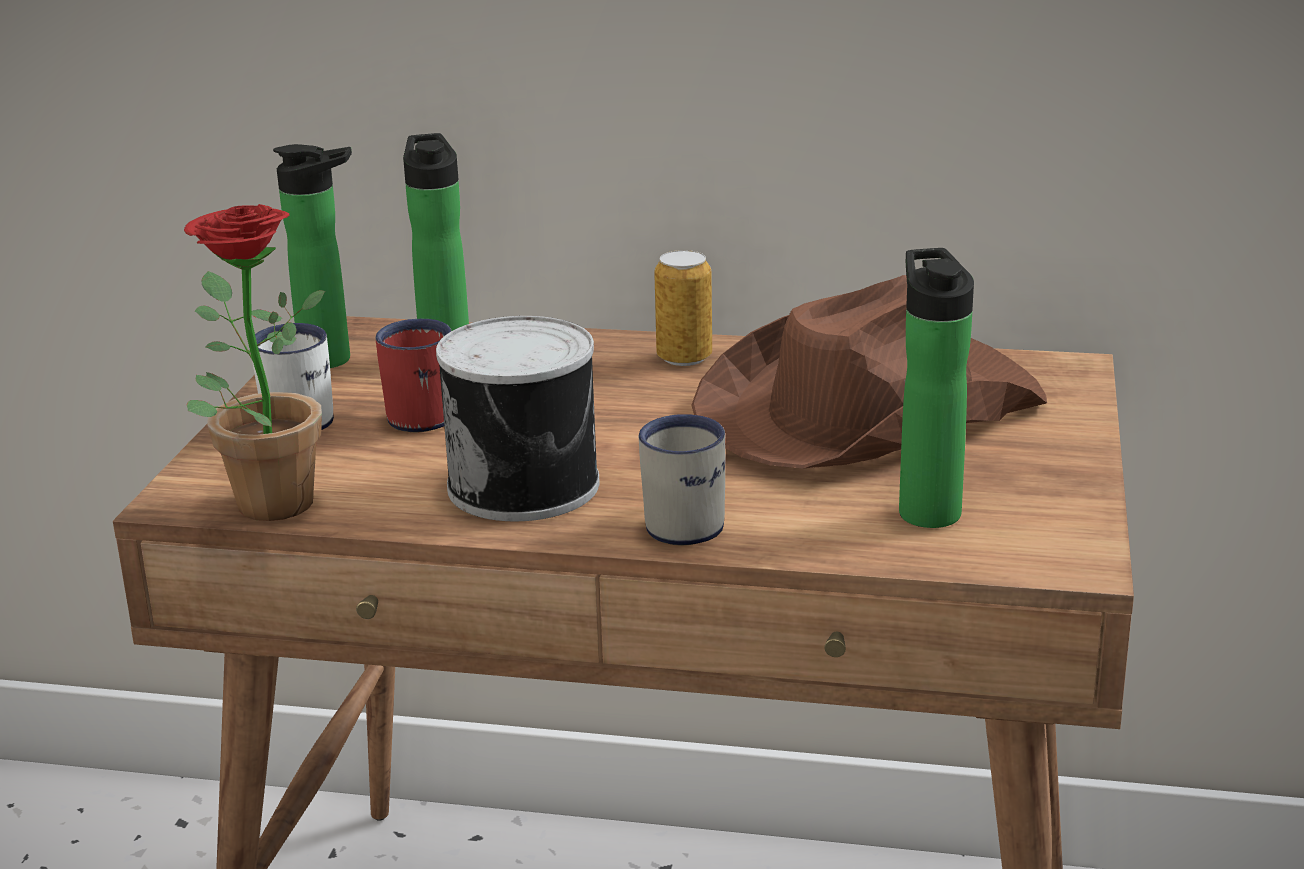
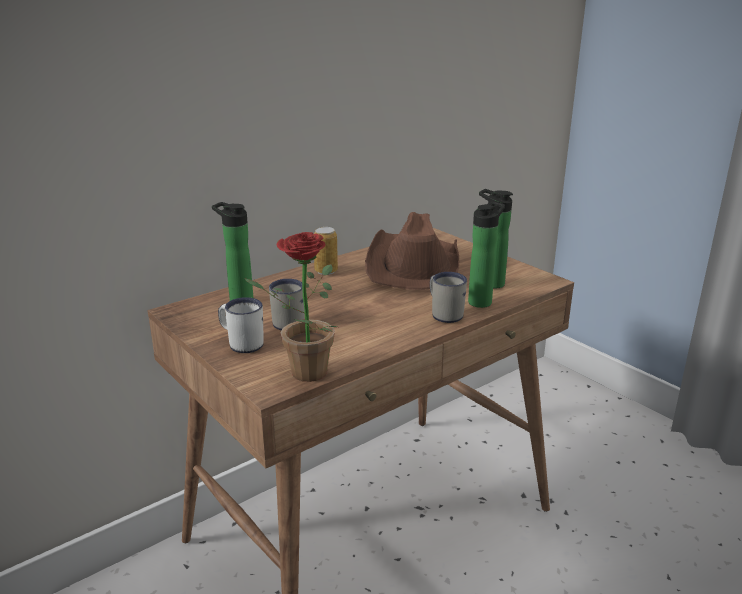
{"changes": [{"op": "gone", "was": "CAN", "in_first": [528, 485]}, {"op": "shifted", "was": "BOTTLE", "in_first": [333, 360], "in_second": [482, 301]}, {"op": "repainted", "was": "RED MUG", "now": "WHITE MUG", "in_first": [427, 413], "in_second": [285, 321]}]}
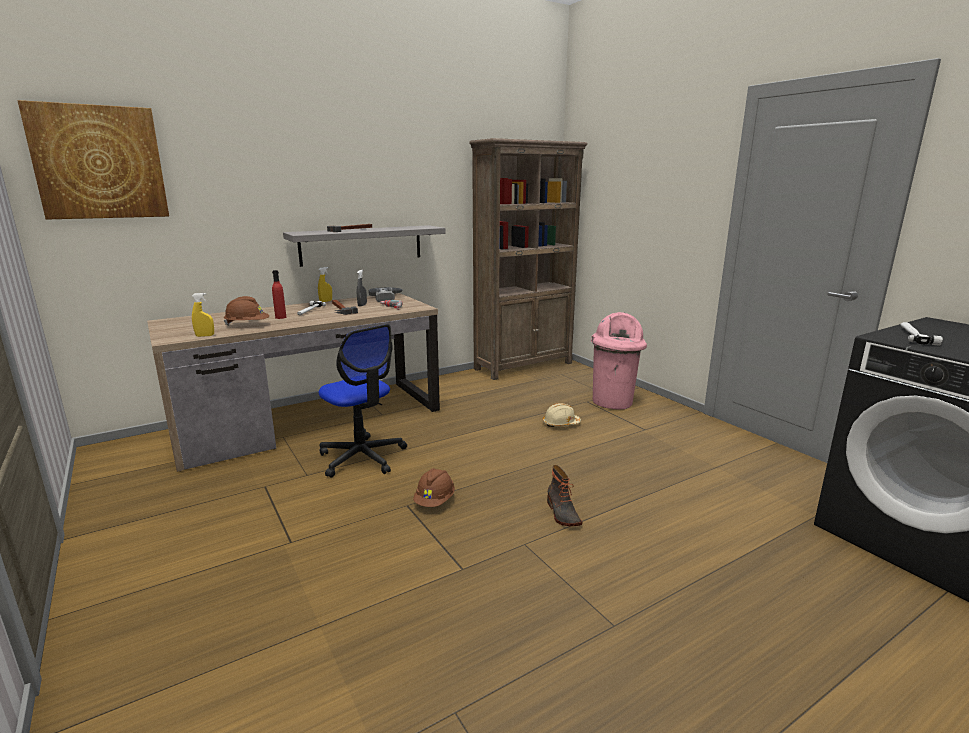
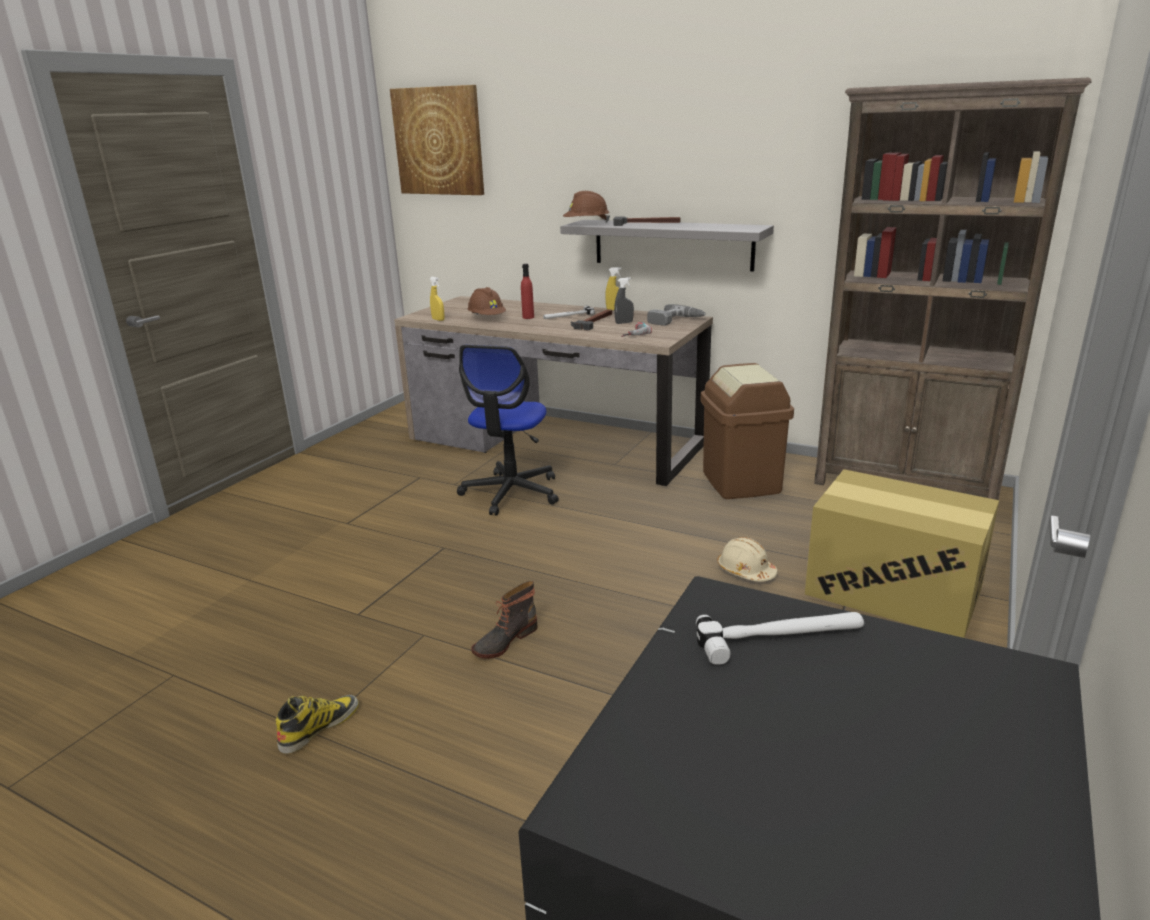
{"changes": [{"op": "new", "now": "BOOT", "in_second": [319, 727]}, {"op": "new", "now": "BROWN TRASH CAN", "in_second": [742, 482]}, {"op": "shifted", "was": "BROWN HARD HAT", "in_first": [435, 501], "in_second": [586, 224]}, {"op": "swapped", "was": "PINK TRASH CAN", "now": "CARDBOARD BOX", "in_first": [613, 402], "in_second": [893, 591]}]}
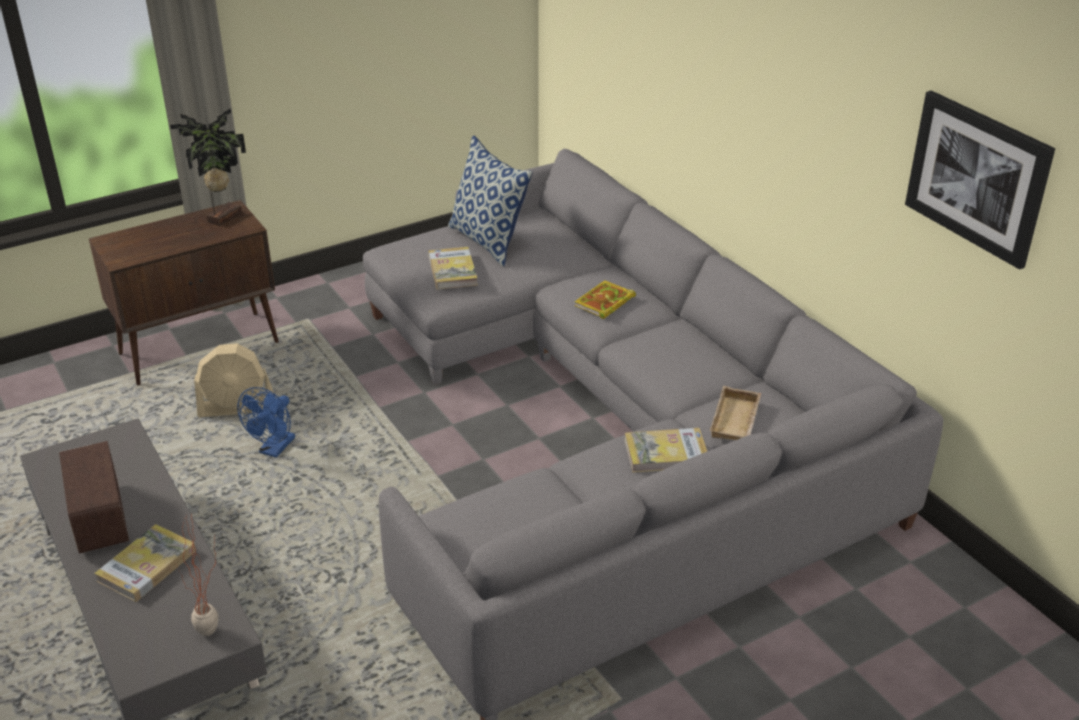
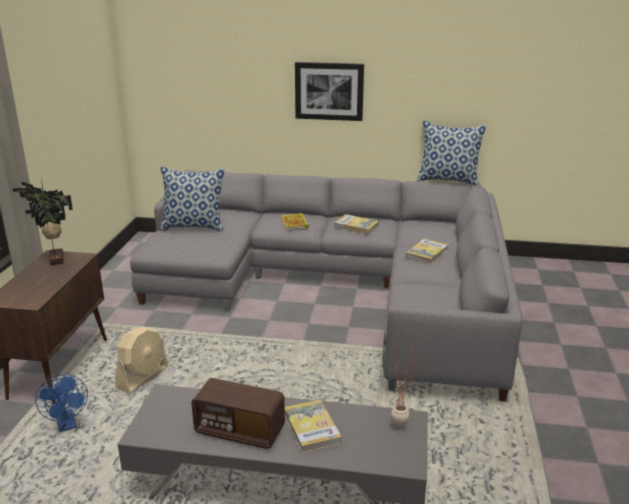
{"changes": [{"op": "gone", "was": "BEIGE TRAY", "in_first": [736, 420]}, {"op": "new", "now": "PILLOW", "in_second": [448, 180]}, {"op": "shifted", "was": "BLUE FAN", "in_first": [274, 449], "in_second": [67, 425]}, {"op": "shifted", "was": "BOOK", "in_first": [452, 271], "in_second": [356, 226]}, {"op": "shifted", "was": "PICTURE", "in_first": [977, 177], "in_second": [329, 91]}]}
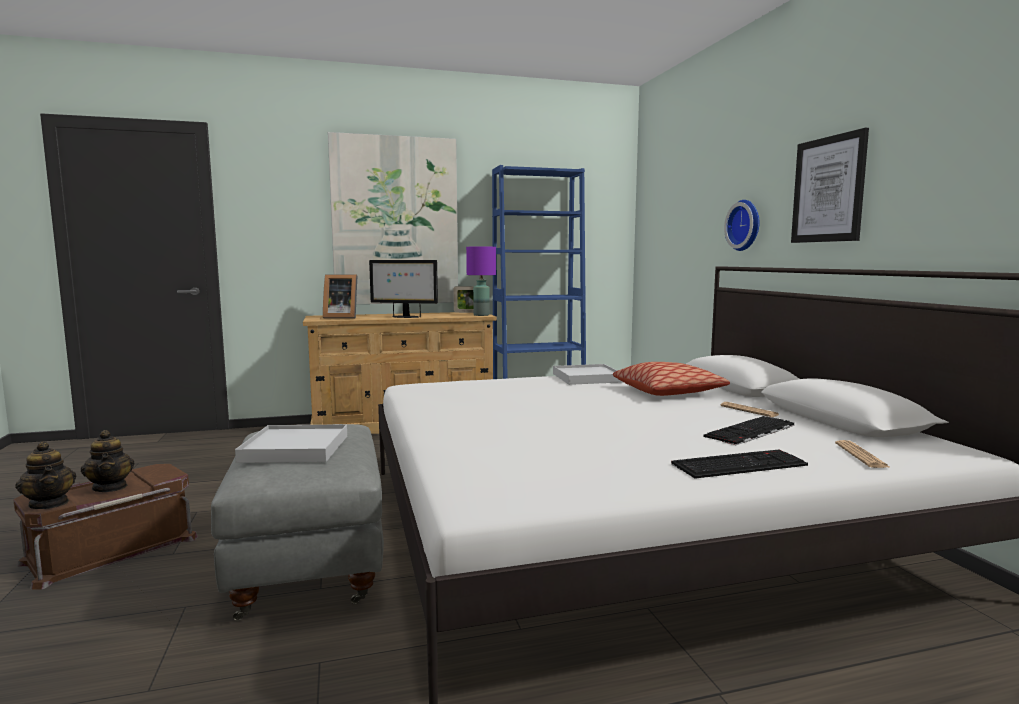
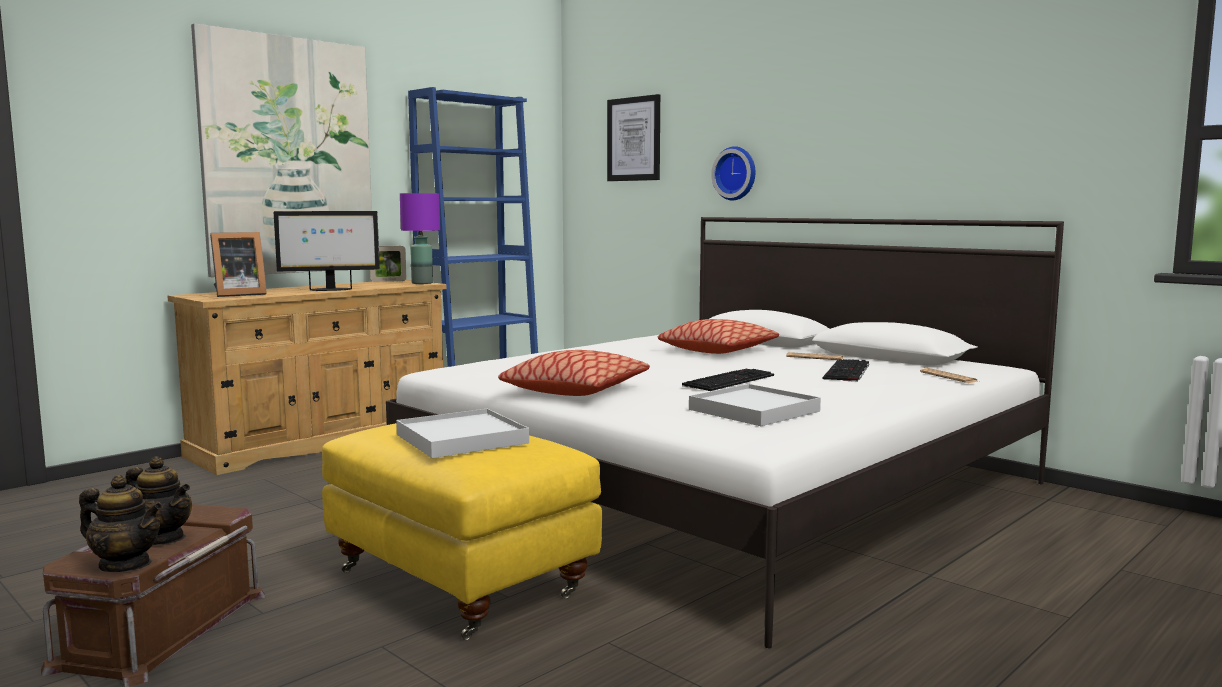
{"changes": [{"op": "new", "now": "PILLOW", "in_second": [575, 390]}, {"op": "shifted", "was": "WHITE TRAY", "in_first": [586, 378], "in_second": [753, 410]}, {"op": "shifted", "was": "KEYBOARD", "in_first": [739, 464], "in_second": [728, 380]}, {"op": "shifted", "was": "PICTURE", "in_first": [828, 189], "in_second": [634, 139]}, {"op": "repainted", "was": "GREY OTTOMAN", "now": "YELLOW OTTOMAN", "in_first": [311, 564], "in_second": [461, 582]}]}
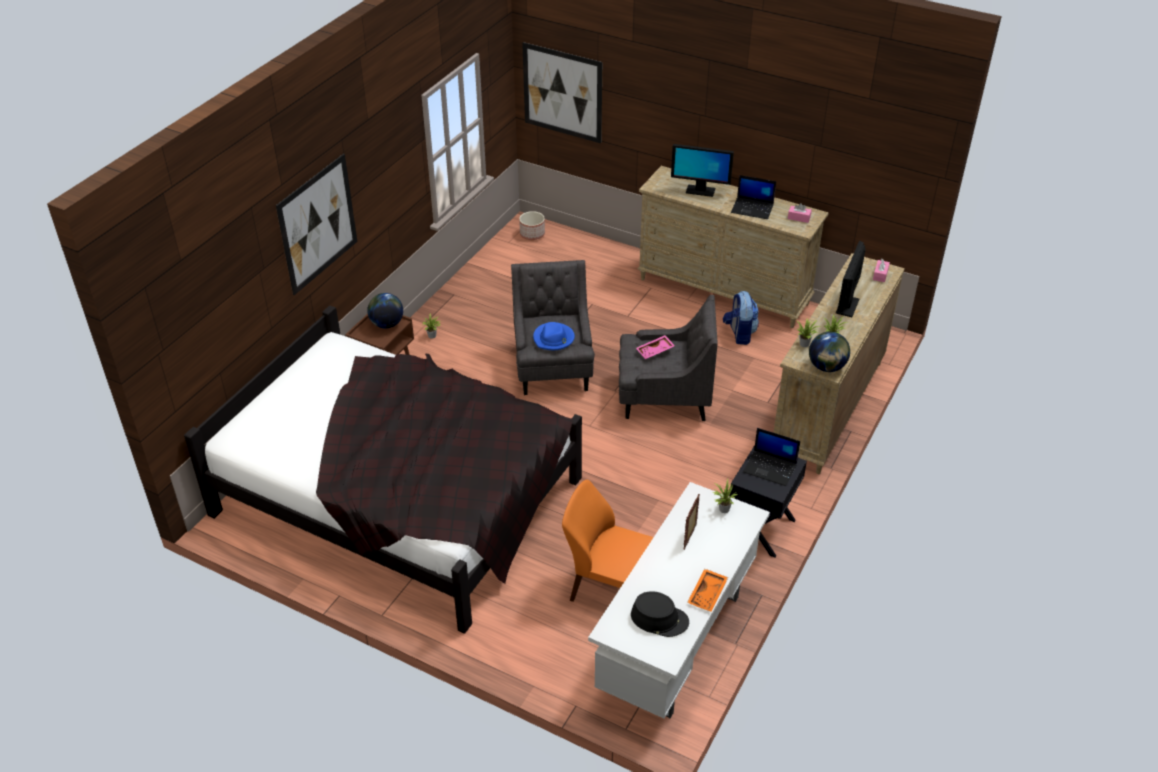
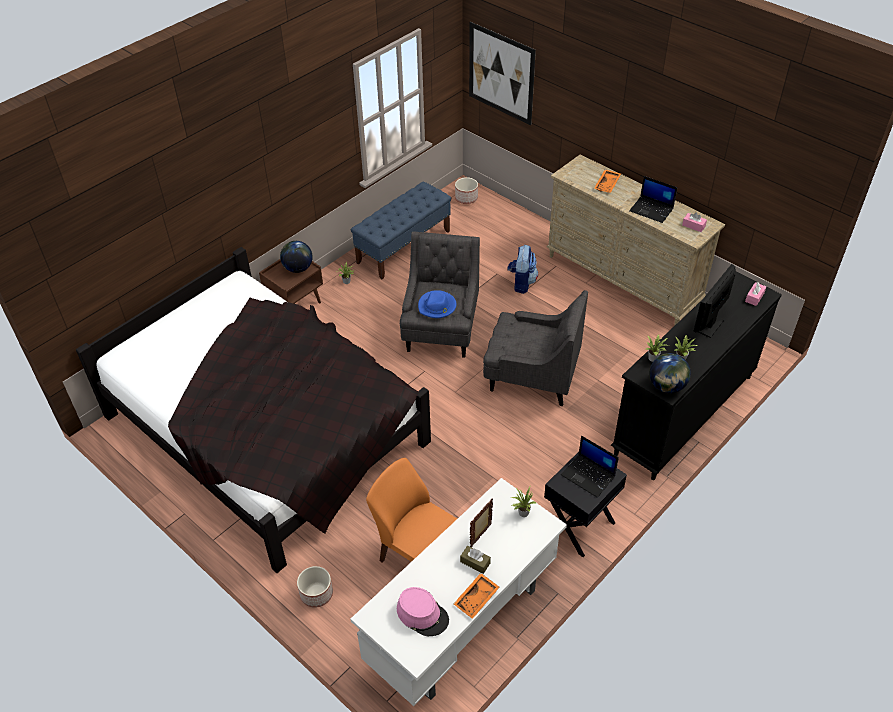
{"changes": [{"op": "gone", "was": "PICTURE", "in_first": [318, 224]}, {"op": "gone", "was": "PINK TRAY", "in_first": [655, 351]}, {"op": "new", "now": "PLANTER", "in_second": [316, 594]}, {"op": "new", "now": "BLUE BENCH", "in_second": [404, 246]}, {"op": "new", "now": "BROWN TISSUE BOX", "in_second": [475, 562]}, {"op": "shifted", "was": "BACKPACK", "in_first": [739, 334], "in_second": [521, 283]}, {"op": "swapped", "was": "MONITOR", "now": "ORANGE TRAY", "in_first": [700, 191], "in_second": [607, 185]}, {"op": "repainted", "was": "BLACK HAT", "now": "PINK HAT", "in_first": [659, 618], "in_second": [422, 614]}, {"op": "repainted", "was": "BEIGE DRESSER", "now": "BLACK DRESSER", "in_first": [827, 409], "in_second": [683, 415]}]}
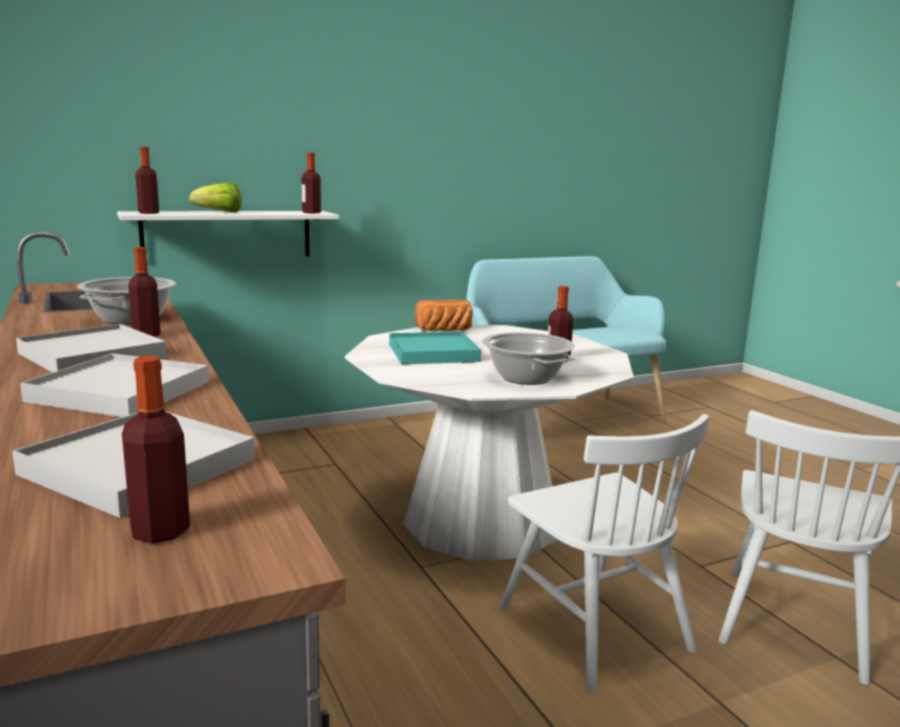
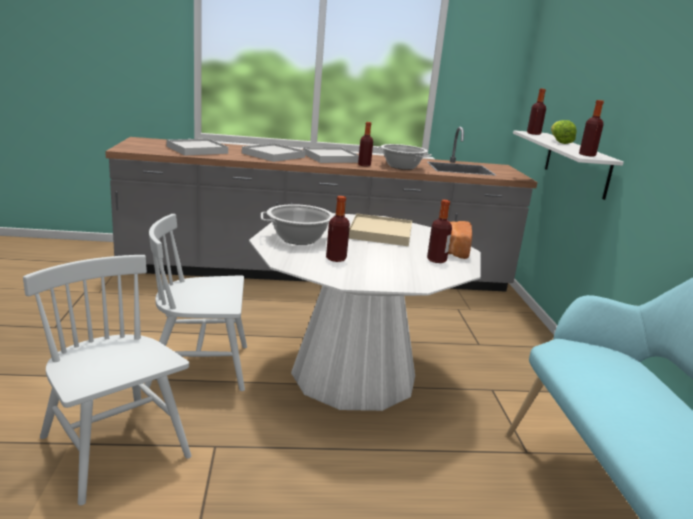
{"changes": [{"op": "shifted", "was": "BOTTLE", "in_first": [160, 531], "in_second": [436, 260]}, {"op": "repainted", "was": "TURQUOISE TRAY", "now": "BEIGE TRAY", "in_first": [433, 353], "in_second": [380, 233]}]}
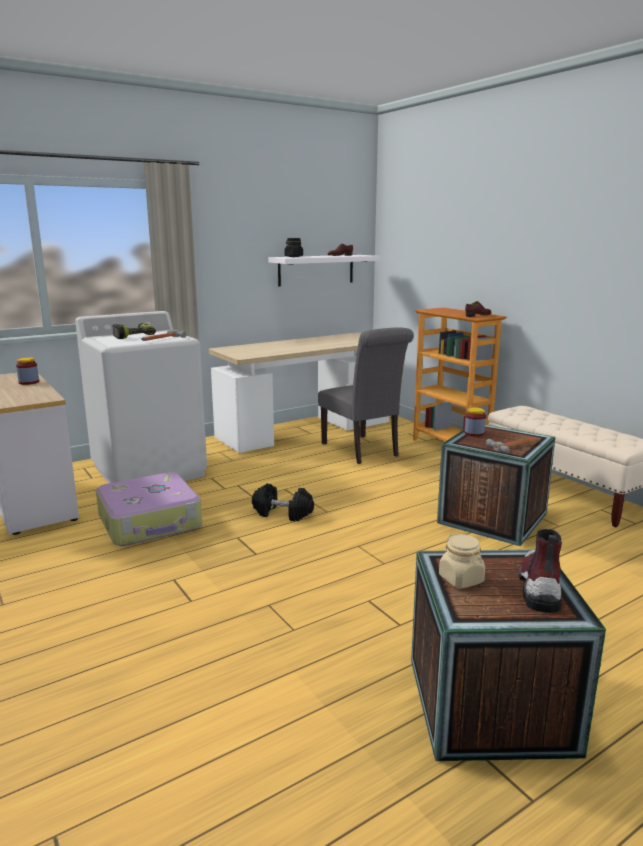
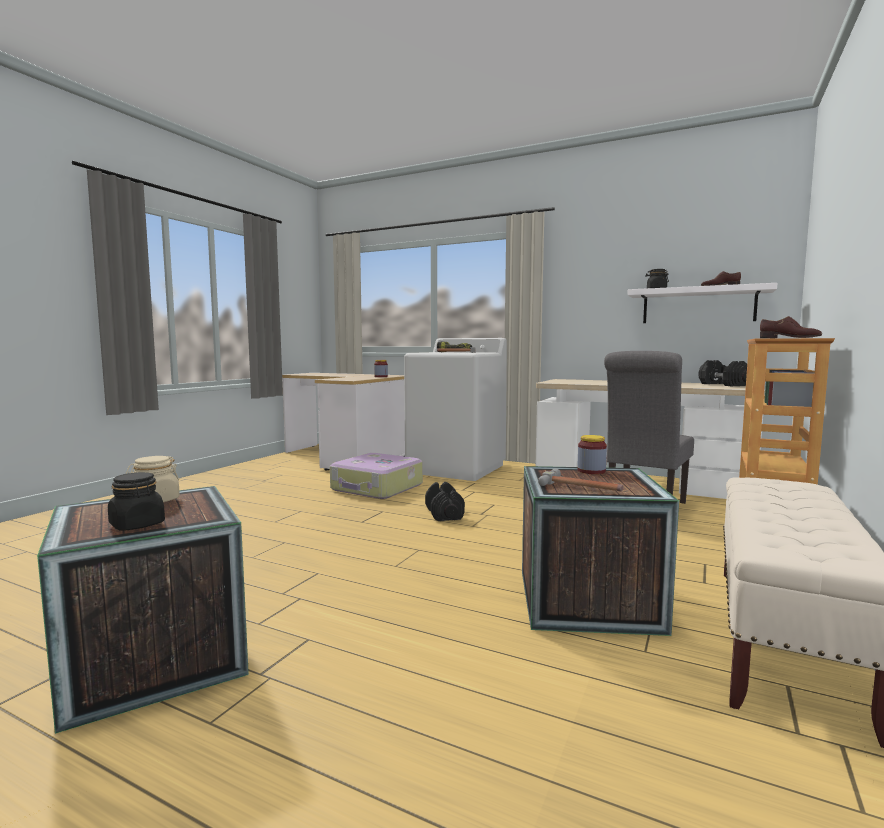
{"changes": [{"op": "new", "now": "BLACK DUMBBELL", "in_second": [724, 384]}, {"op": "swapped", "was": "BOOT", "now": "BLACK JAR", "in_first": [538, 588], "in_second": [137, 525]}]}
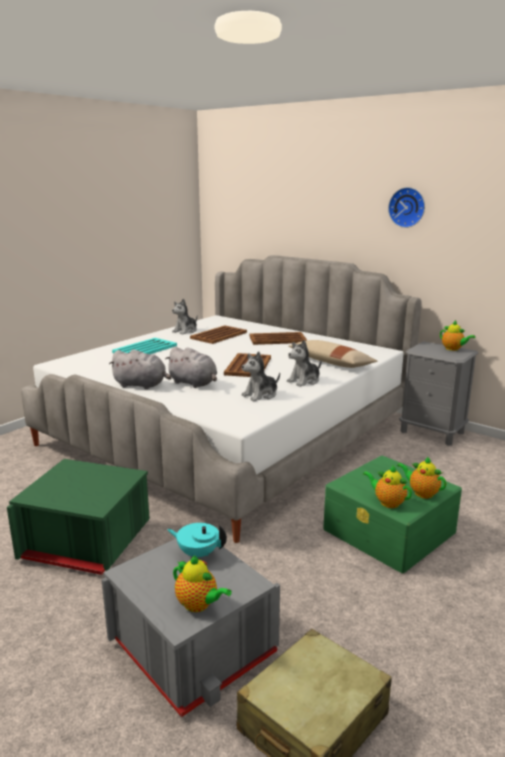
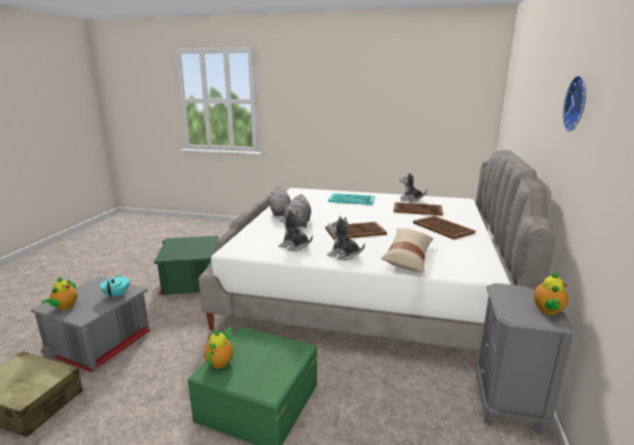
{"changes": [{"op": "gone", "was": "TEAPOT", "in_first": [421, 493]}]}
